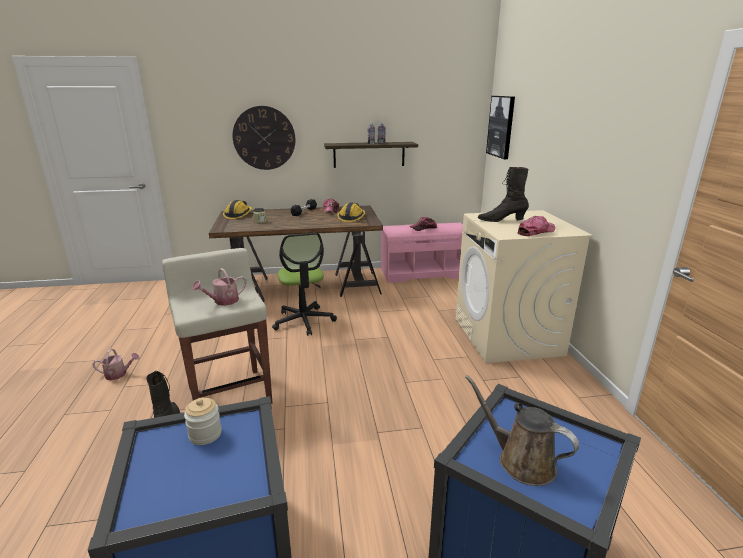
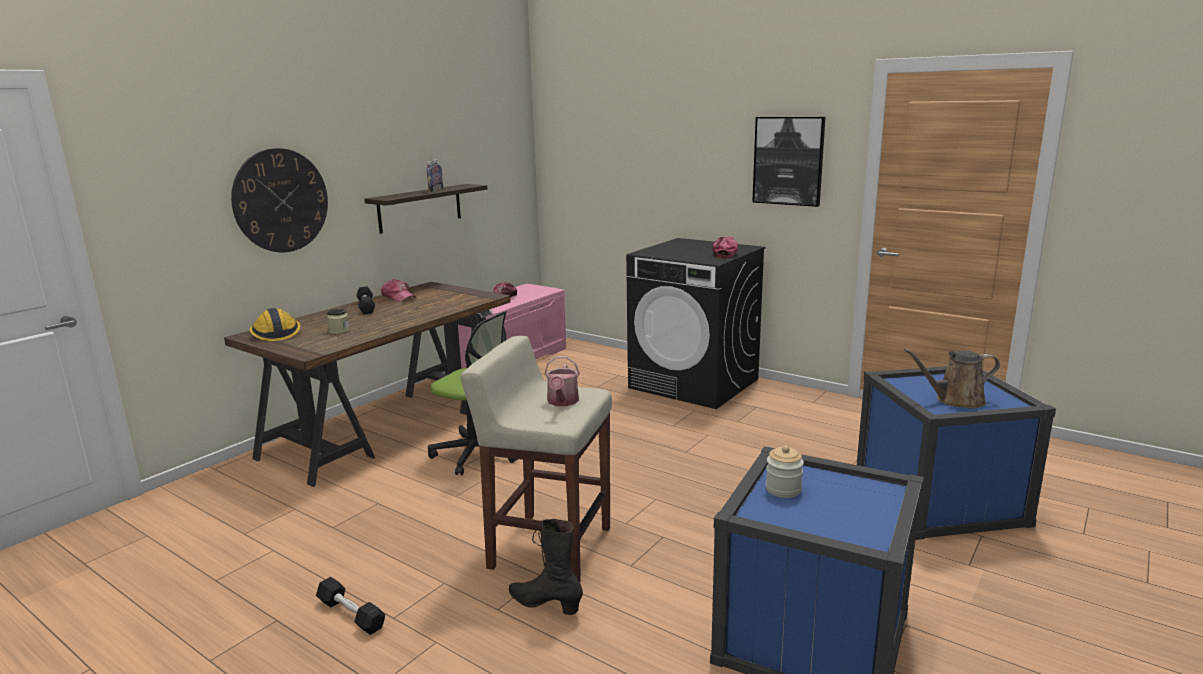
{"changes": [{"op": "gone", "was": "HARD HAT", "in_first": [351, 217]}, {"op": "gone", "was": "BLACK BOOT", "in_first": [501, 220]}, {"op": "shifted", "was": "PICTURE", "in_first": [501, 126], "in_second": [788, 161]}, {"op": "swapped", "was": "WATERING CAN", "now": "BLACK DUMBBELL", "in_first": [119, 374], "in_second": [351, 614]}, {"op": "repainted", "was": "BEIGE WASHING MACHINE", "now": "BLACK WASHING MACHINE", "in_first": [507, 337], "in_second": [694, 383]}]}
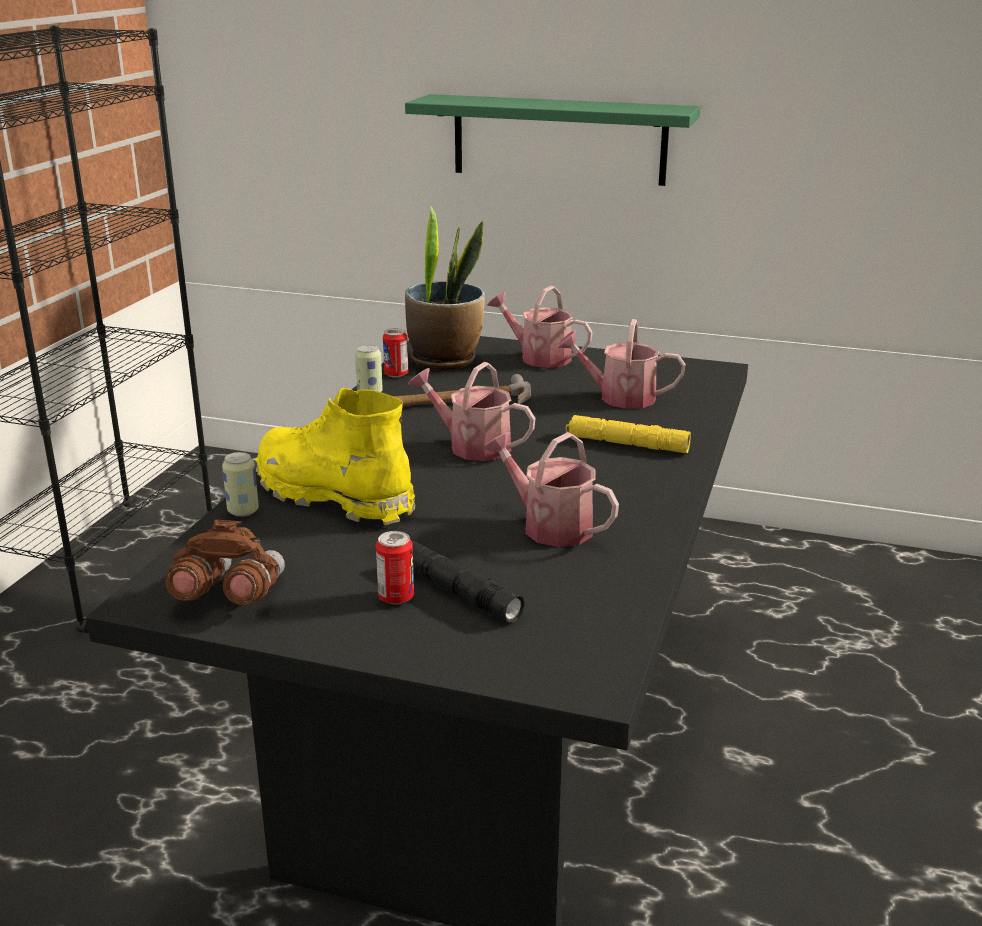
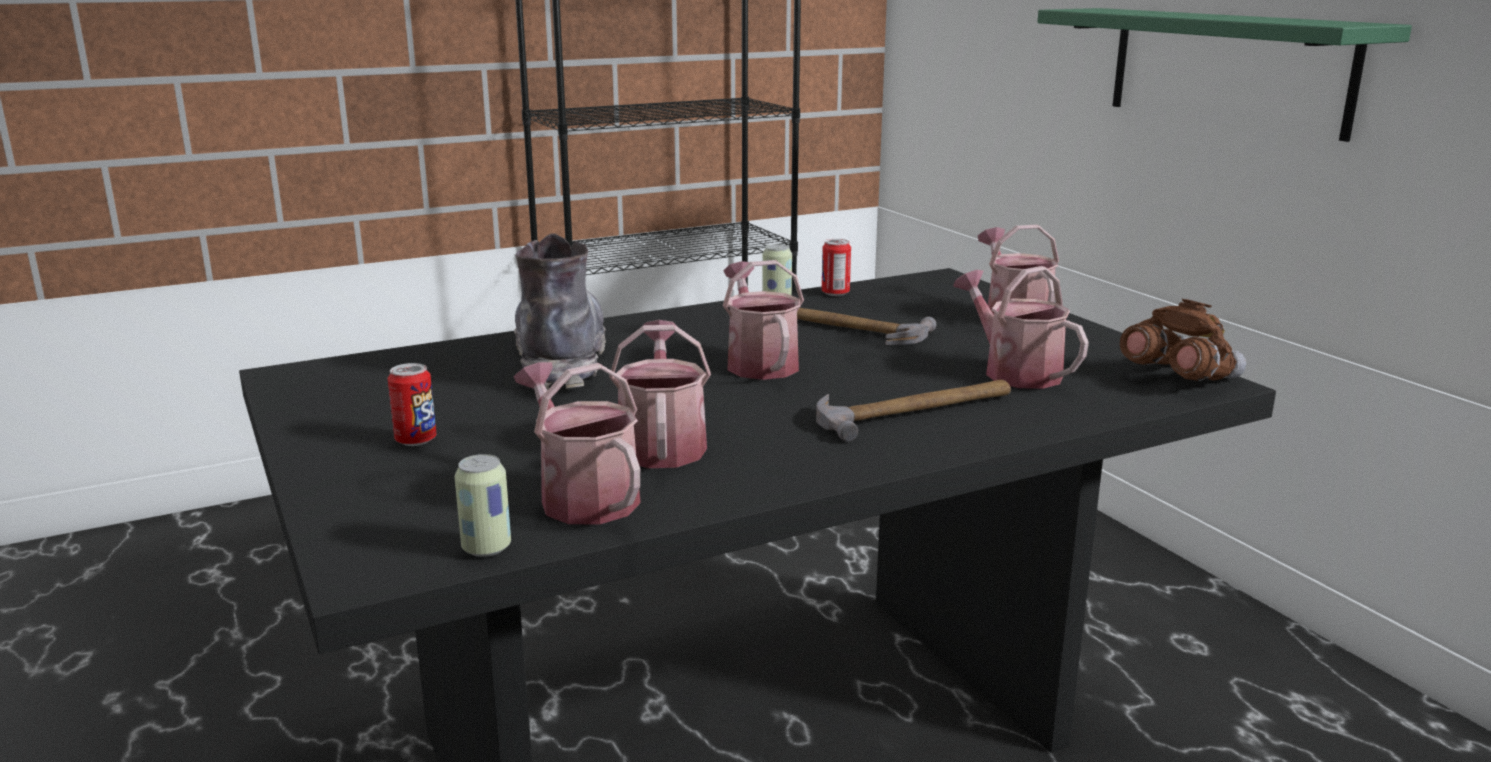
{"changes": [{"op": "gone", "was": "POTTED PLANT", "in_first": [445, 360]}, {"op": "gone", "was": "BLACK FLASHLIGHT", "in_first": [457, 592]}, {"op": "new", "now": "WATERING CAN", "in_second": [582, 496]}, {"op": "shifted", "was": "BROWN BINOCULARS", "in_first": [229, 596], "in_second": [1178, 378]}, {"op": "shifted", "was": "CAN", "in_first": [243, 511], "in_second": [486, 548]}, {"op": "swapped", "was": "YELLOW FLASHLIGHT", "now": "HAMMER", "in_first": [627, 444], "in_second": [915, 411]}, {"op": "repainted", "was": "YELLOW BOOT", "now": "GREY BOOT", "in_first": [334, 496], "in_second": [560, 358]}]}
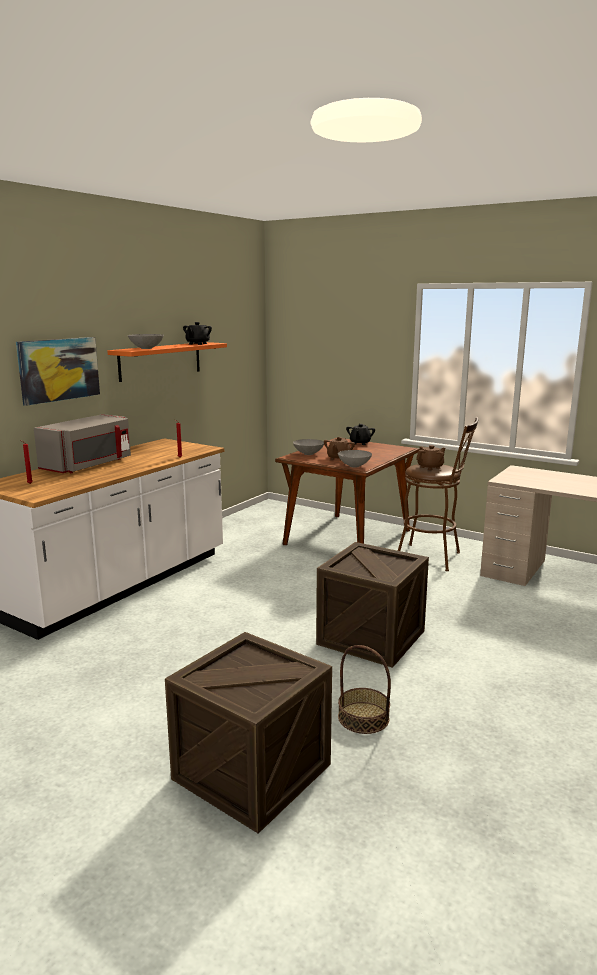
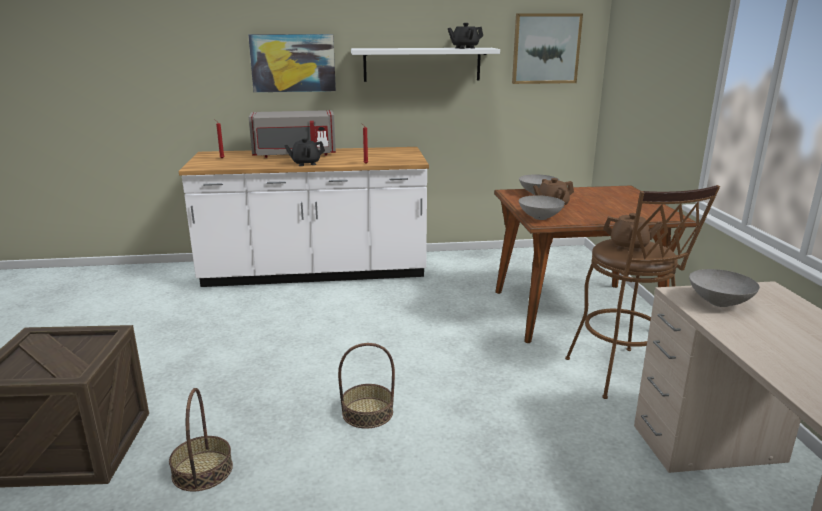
{"changes": [{"op": "new", "now": "PICTURE", "in_second": [546, 48]}, {"op": "shifted", "was": "GREY BOWL", "in_first": [146, 348], "in_second": [718, 303]}, {"op": "shifted", "was": "BLACK TEAPOT", "in_first": [360, 443], "in_second": [305, 163]}, {"op": "swapped", "was": "CRATE", "now": "BASKET", "in_first": [371, 637], "in_second": [367, 413]}, {"op": "repainted", "was": "ORANGE SHELF", "now": "WHITE SHELF", "in_first": [160, 361], "in_second": [422, 64]}]}
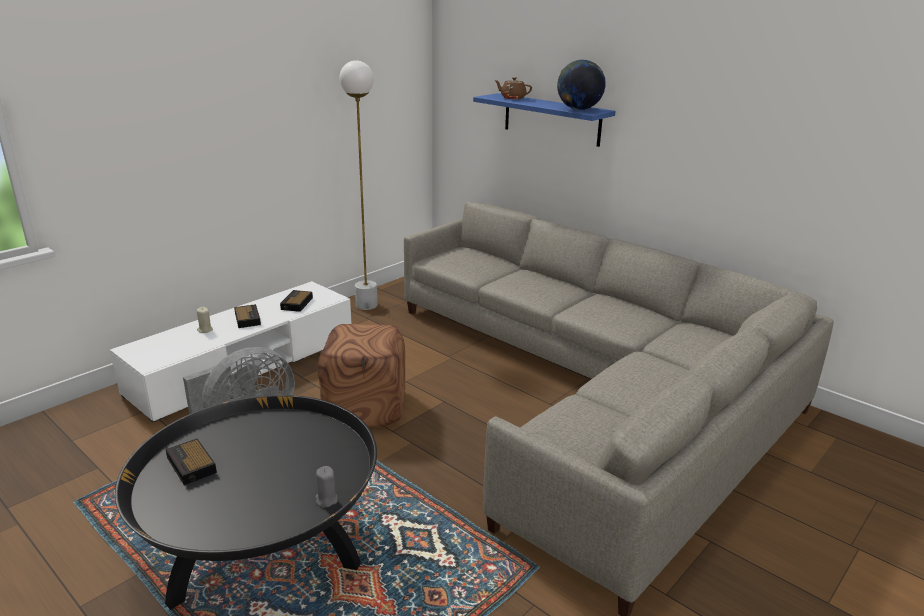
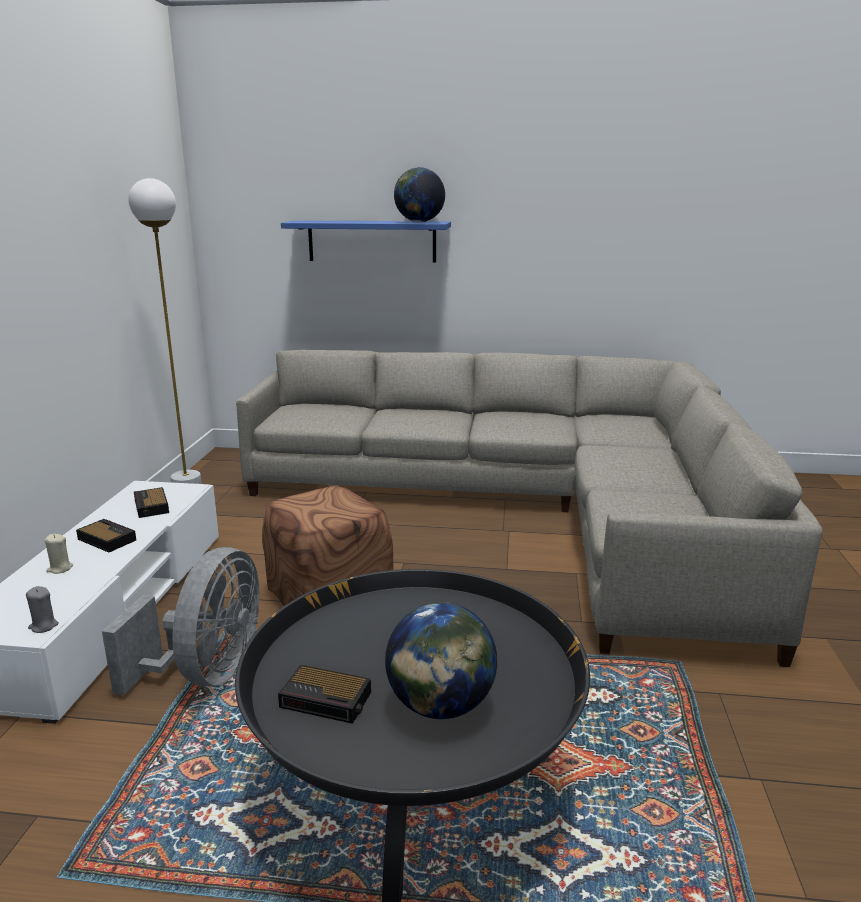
{"changes": [{"op": "gone", "was": "BROWN TEAPOT", "in_first": [512, 98]}, {"op": "new", "now": "GLOBE", "in_second": [440, 706]}, {"op": "shifted", "was": "GREY CANDLE", "in_first": [326, 500], "in_second": [43, 626]}]}
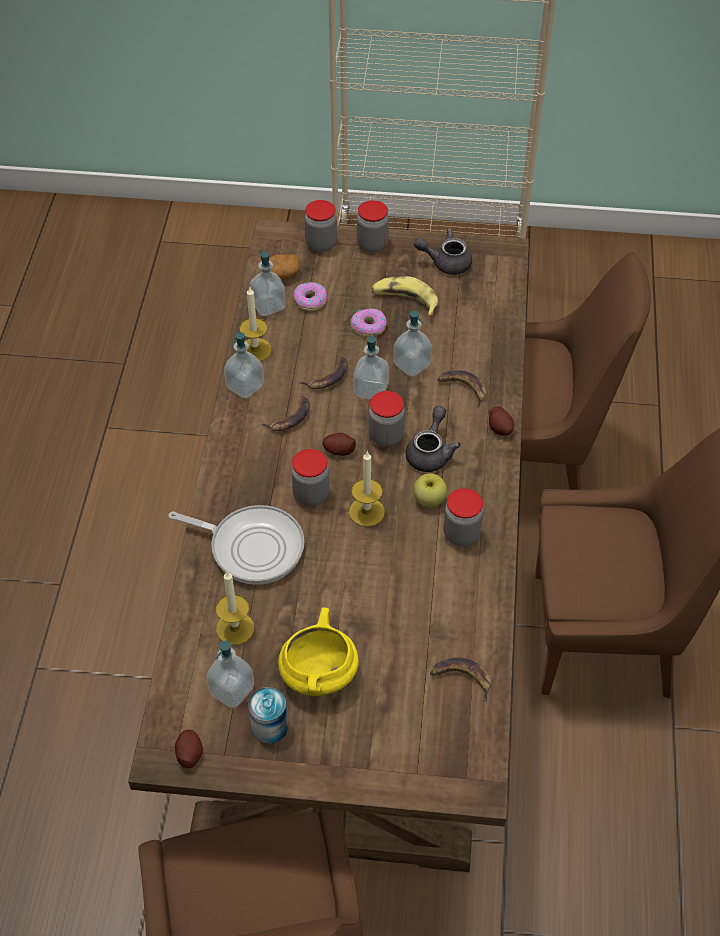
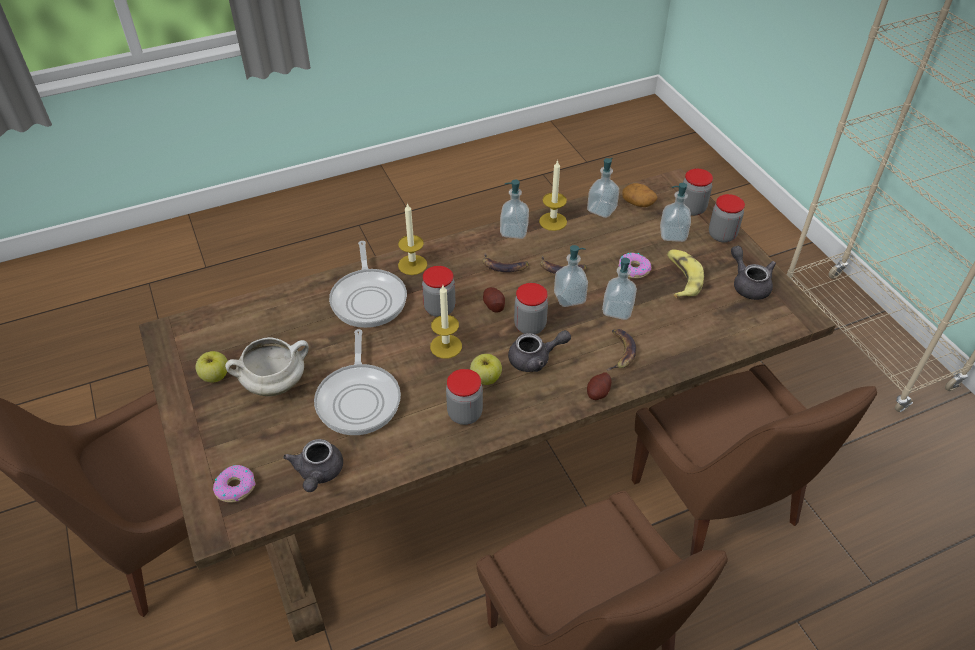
{"changes": [{"op": "gone", "was": "POTATO", "in_first": [189, 754]}, {"op": "new", "now": "FRYING PAN", "in_second": [359, 398]}, {"op": "shifted", "was": "SOAP DISPENSER", "in_first": [231, 690], "in_second": [673, 234]}, {"op": "shifted", "was": "CANDLE", "in_first": [235, 628], "in_second": [412, 265]}, {"op": "shifted", "was": "DONUT", "in_first": [310, 300], "in_second": [235, 487]}, {"op": "swapped", "was": "CAN", "now": "APPLE", "in_first": [269, 727], "in_second": [215, 376]}, {"op": "swapped", "was": "BANANA", "now": "GREY TEAPOT", "in_first": [461, 679], "in_second": [318, 473]}, {"op": "repainted", "was": "YELLOW COOKING POT", "now": "WHITE COOKING POT", "in_first": [318, 674], "in_second": [275, 383]}]}
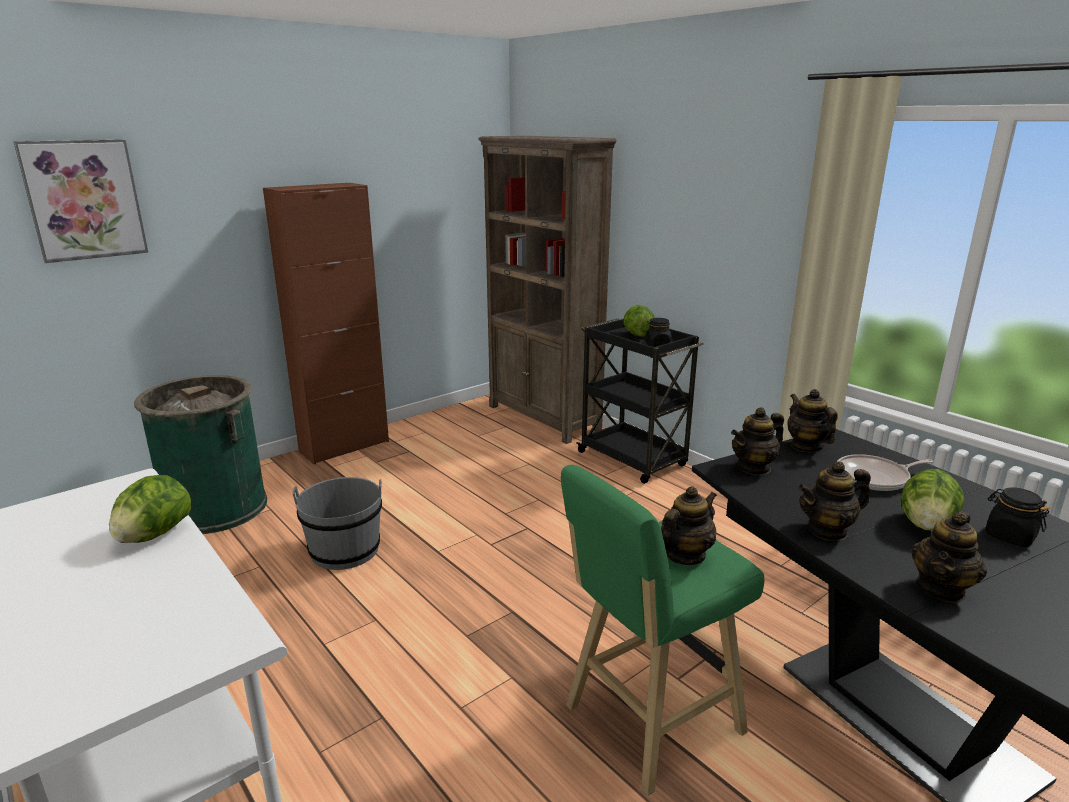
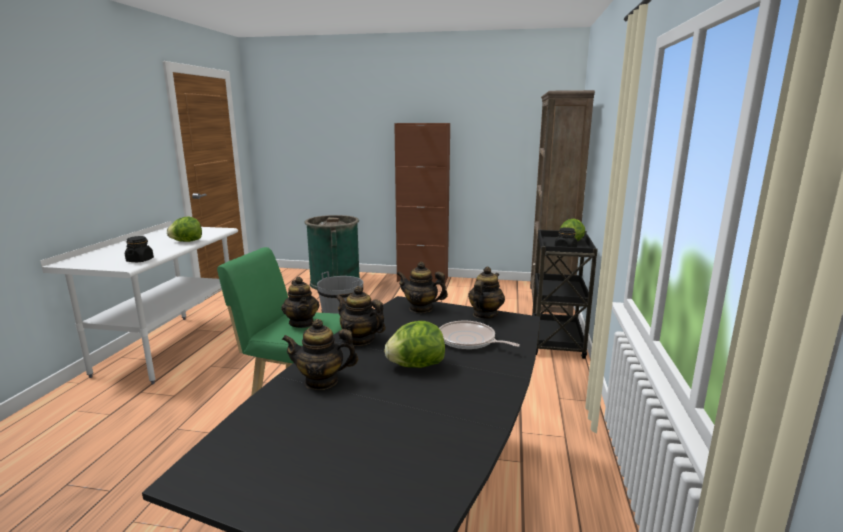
{"changes": [{"op": "gone", "was": "PICTURE", "in_first": [84, 200]}, {"op": "shifted", "was": "BLACK JAR", "in_first": [1009, 536], "in_second": [140, 260]}, {"op": "rotated", "was": "TEAPOT", "in_first": [685, 555], "in_second": [302, 323], "clockwise": 60}]}
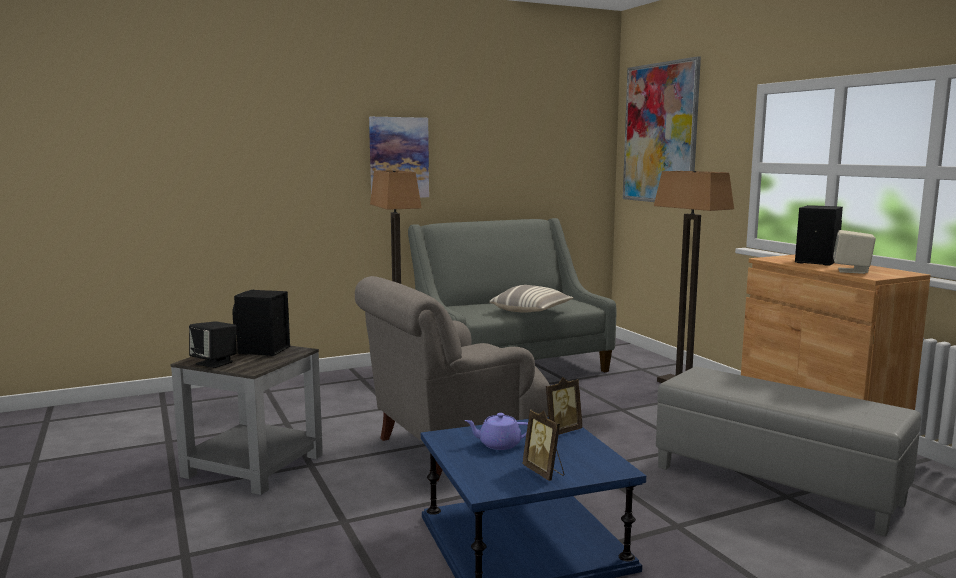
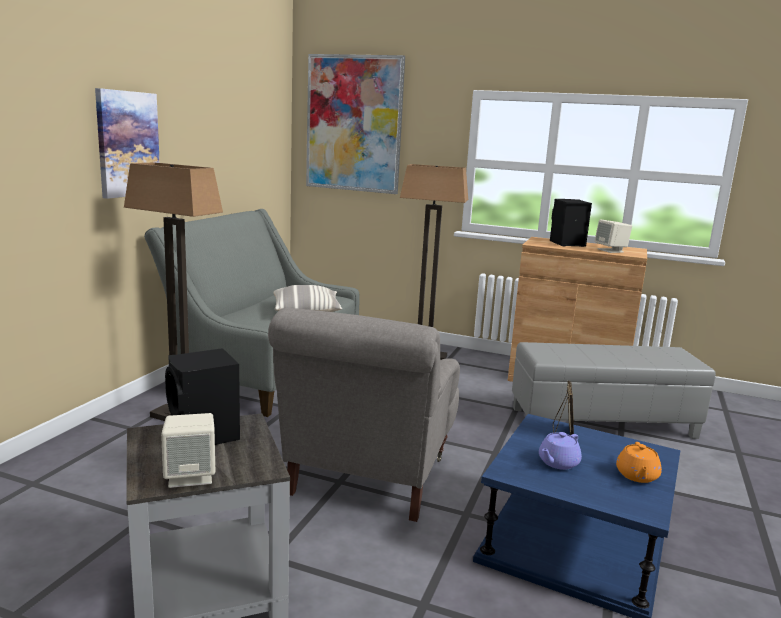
{"changes": [{"op": "swapped", "was": "PICTURE FRAME", "now": "ORANGE TEAPOT", "in_first": [544, 472], "in_second": [637, 476]}, {"op": "repainted", "was": "BLACK SPEAKER", "now": "BEIGE SPEAKER", "in_first": [215, 363], "in_second": [191, 476]}]}
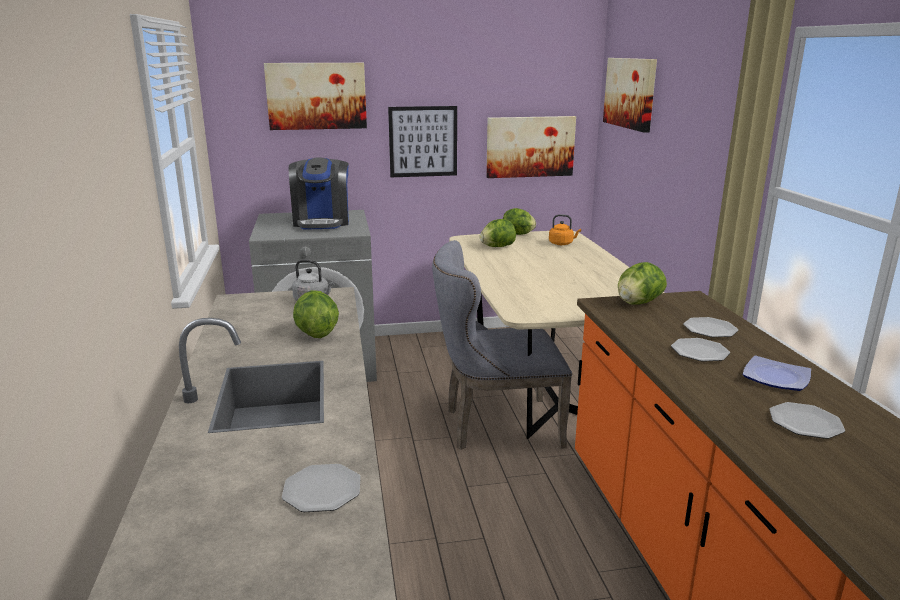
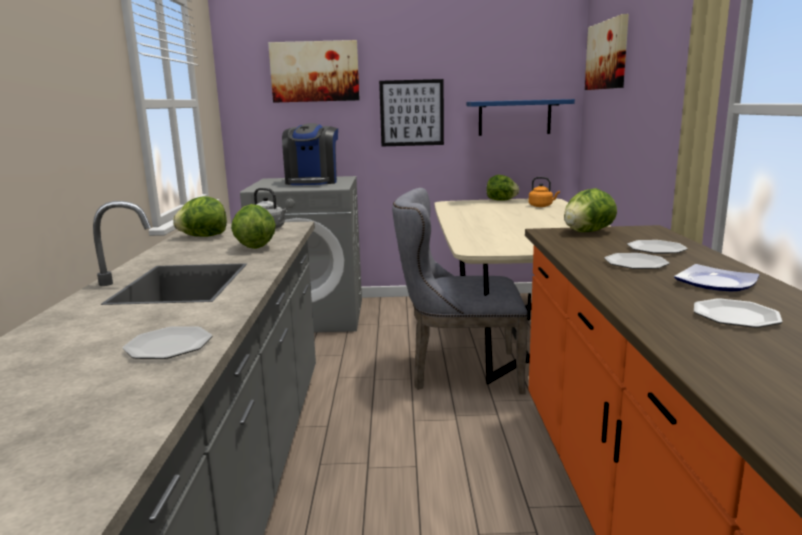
{"changes": [{"op": "shifted", "was": "LETTUCE", "in_first": [497, 247], "in_second": [203, 236]}, {"op": "swapped", "was": "PICTURE", "now": "BLUE SHELF", "in_first": [530, 146], "in_second": [514, 117]}]}
